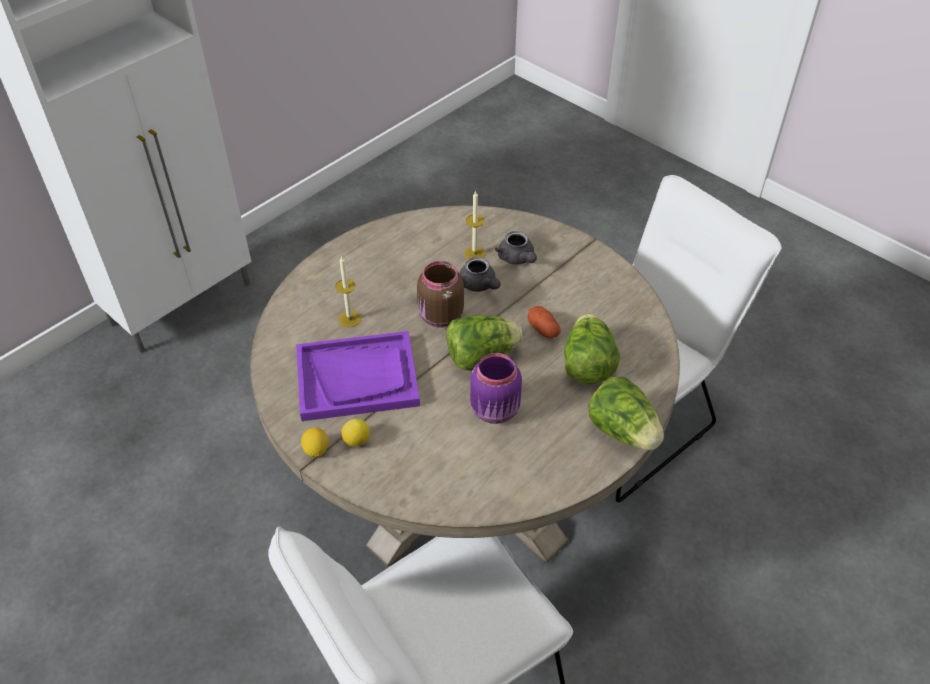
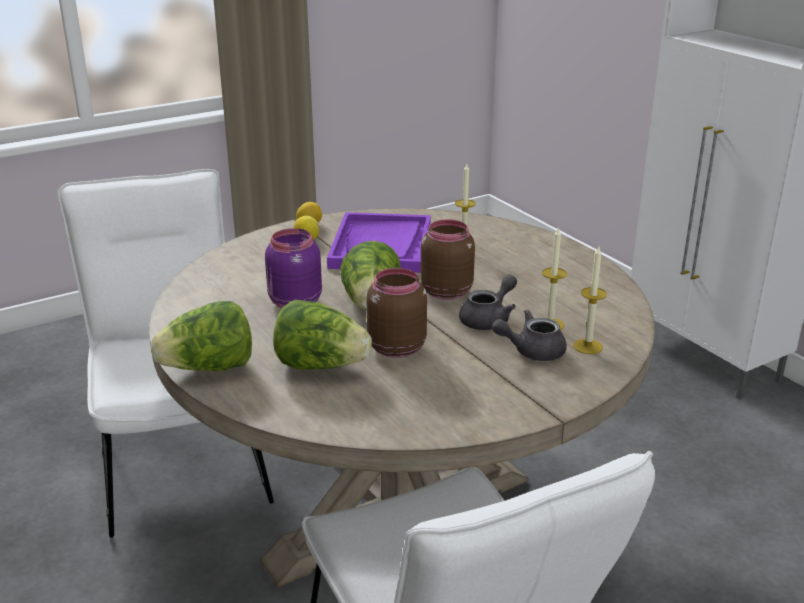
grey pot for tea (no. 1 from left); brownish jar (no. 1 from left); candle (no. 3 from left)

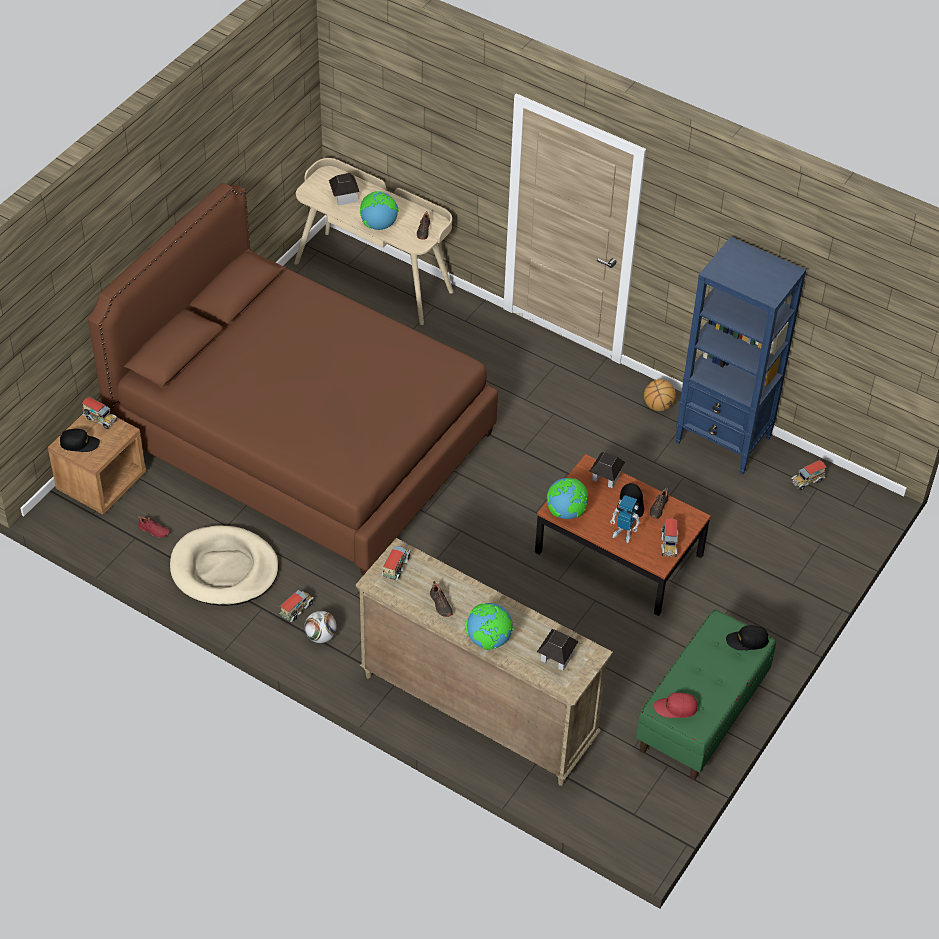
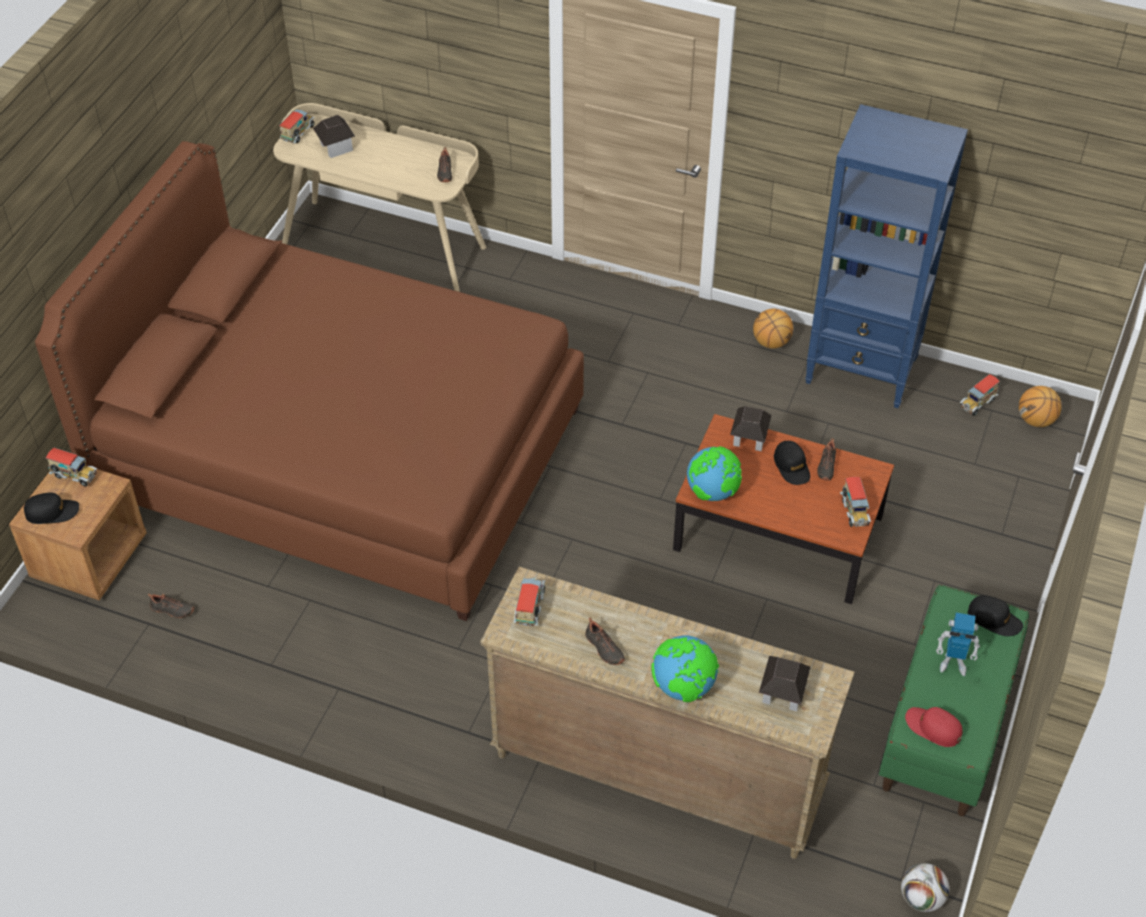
desk globe (no. 1 from left in the first image); robot figure; black low shoe (no. 1 from left); beige dog bed; toy lorry (no. 2 from left); football; black baseball cap (no. 3 from left); red baseball cap; ball for basketball (no. 2 from left)

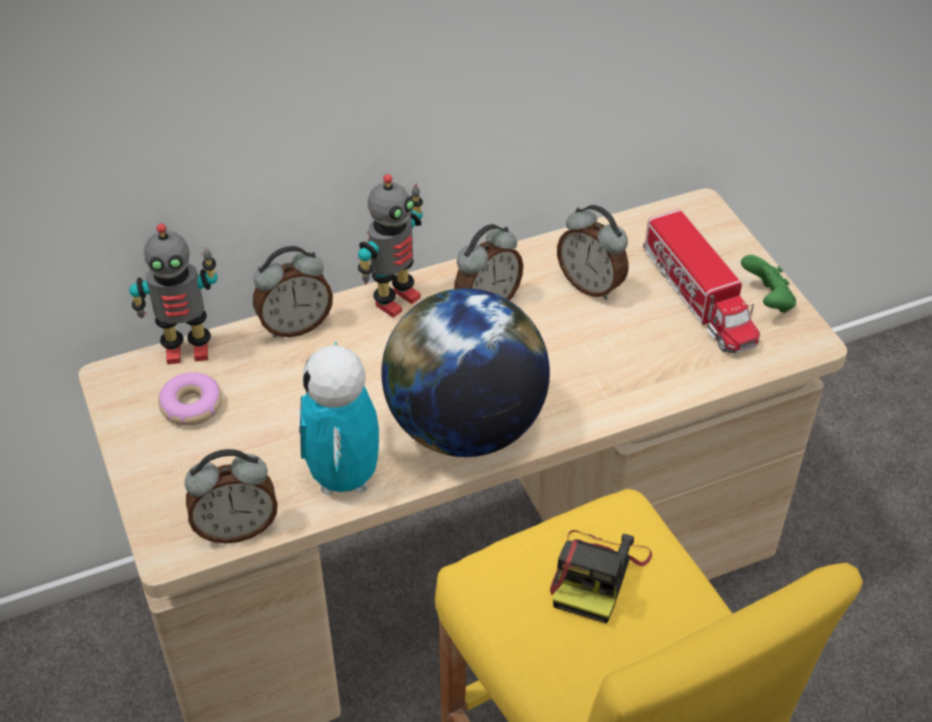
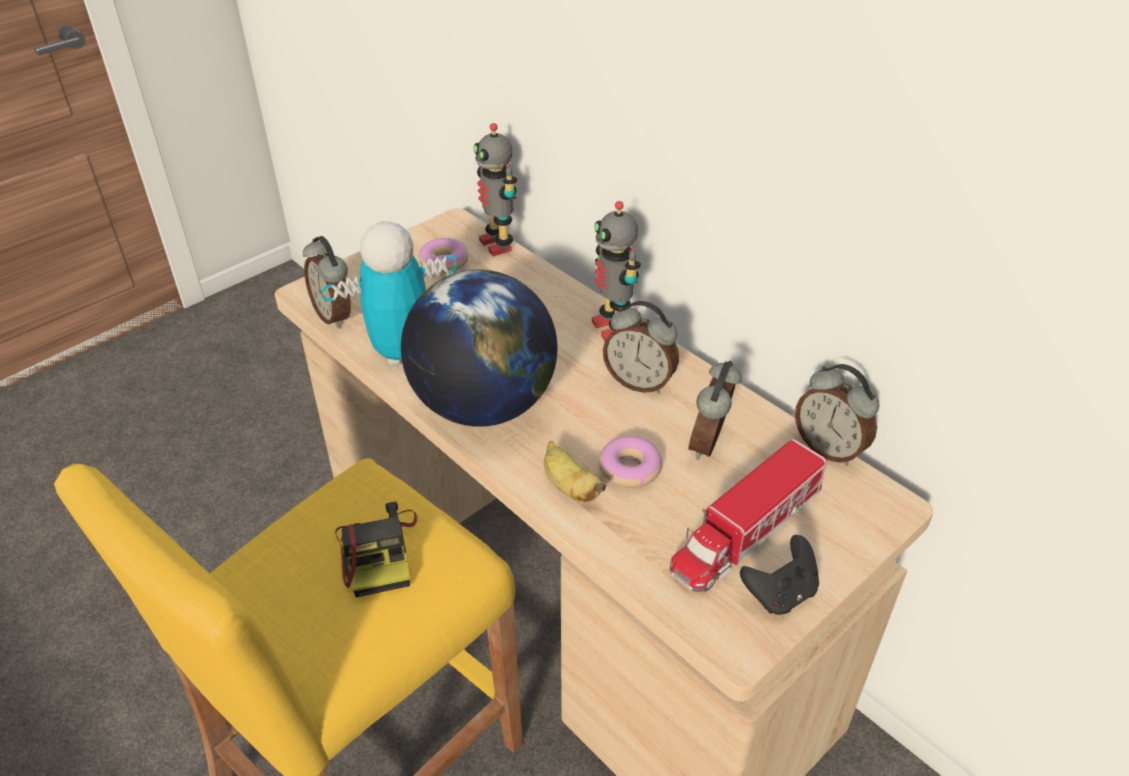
robot figure (no. 3 from left); alarm clock (no. 4 from left); black game controller; still camera; ring doughnut (no. 2 from left); banana

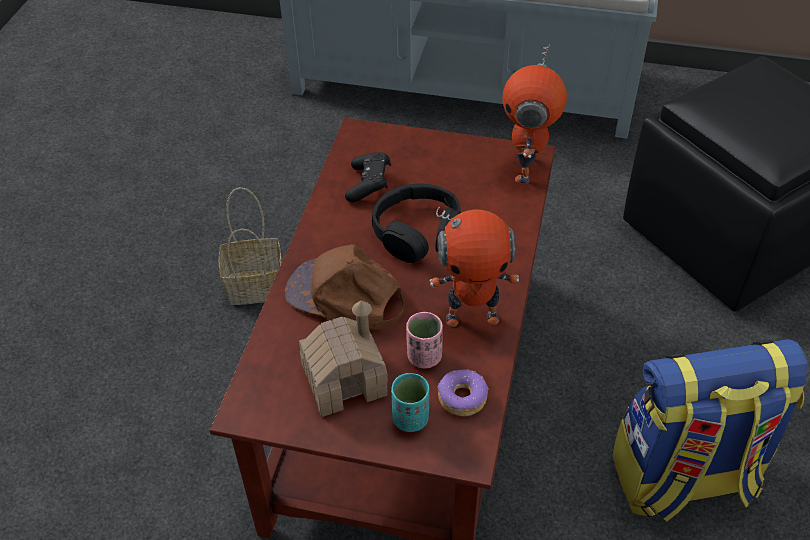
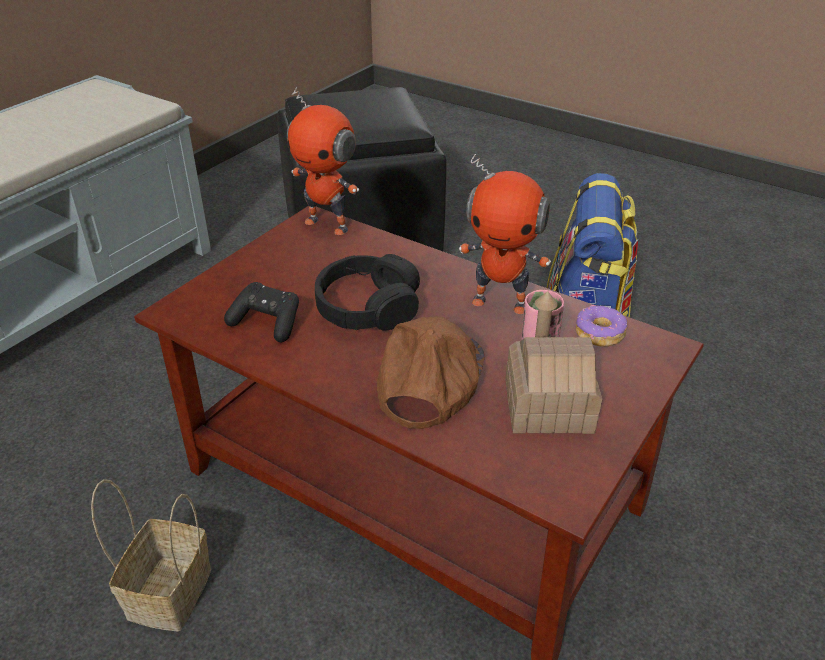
robot figure (no. 2 from left); brownish baseball cap; turquoise-coloured small cup

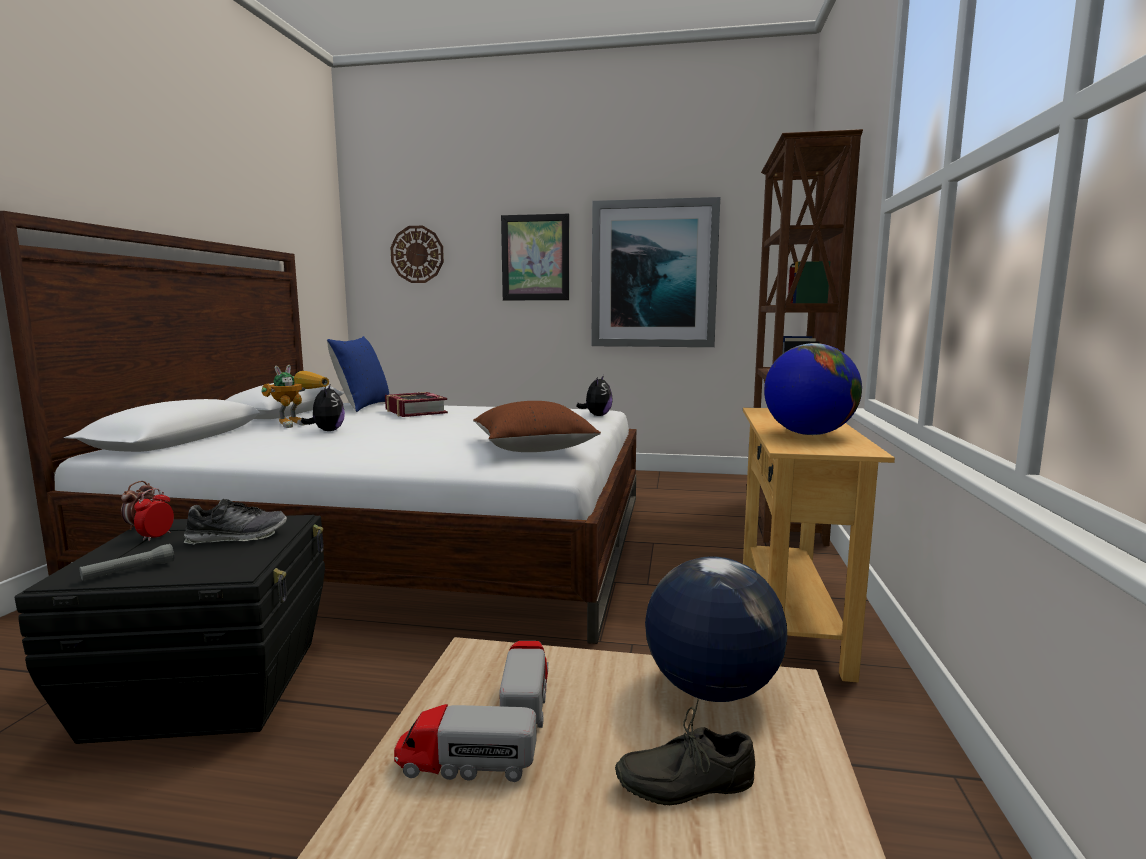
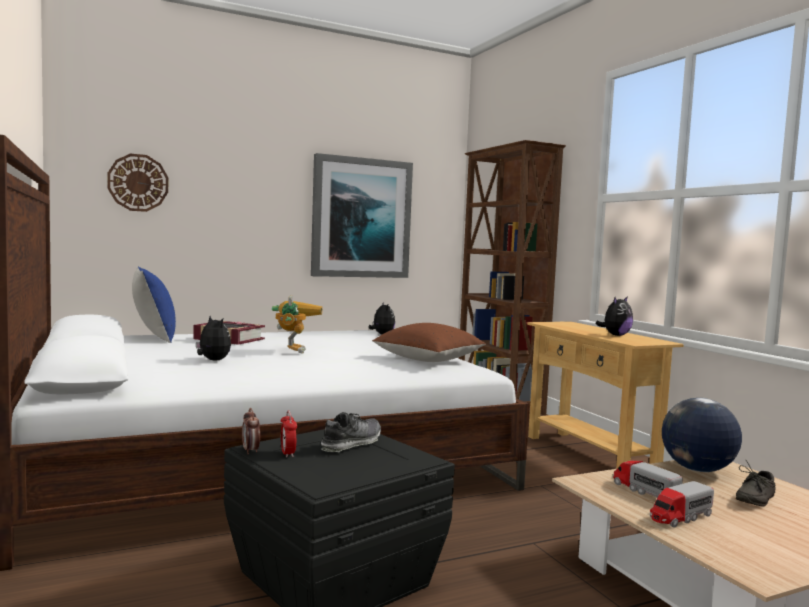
wall art (no. 1 from left in the first image); cuddly toy (no. 3 from left); robot figure; grey hand torch

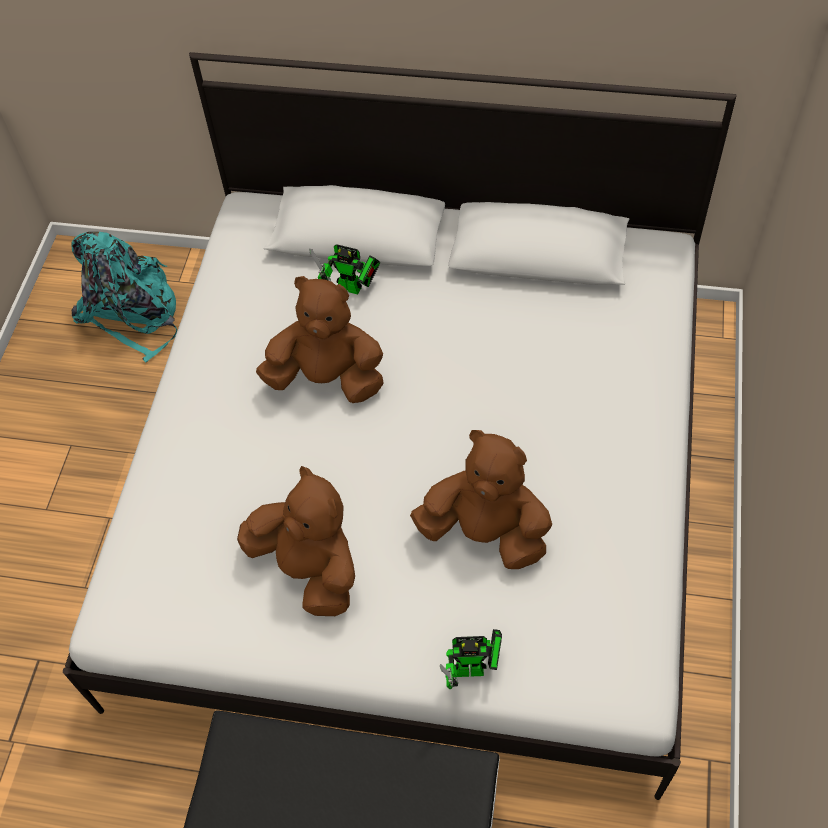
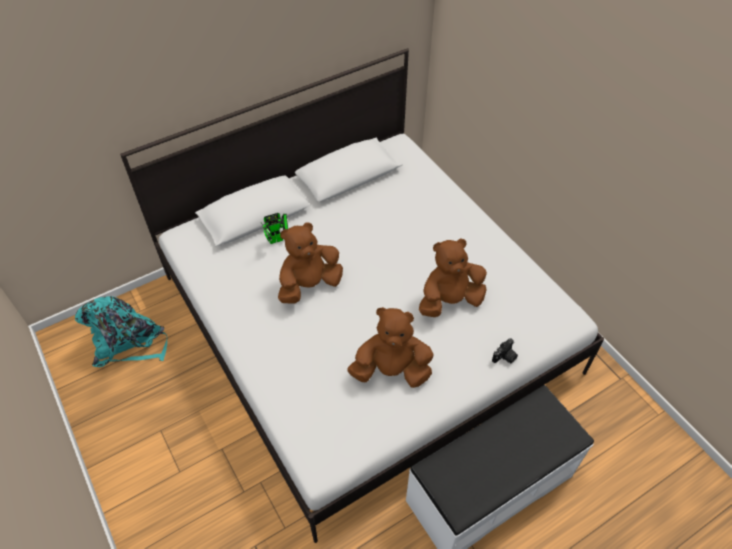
still camera

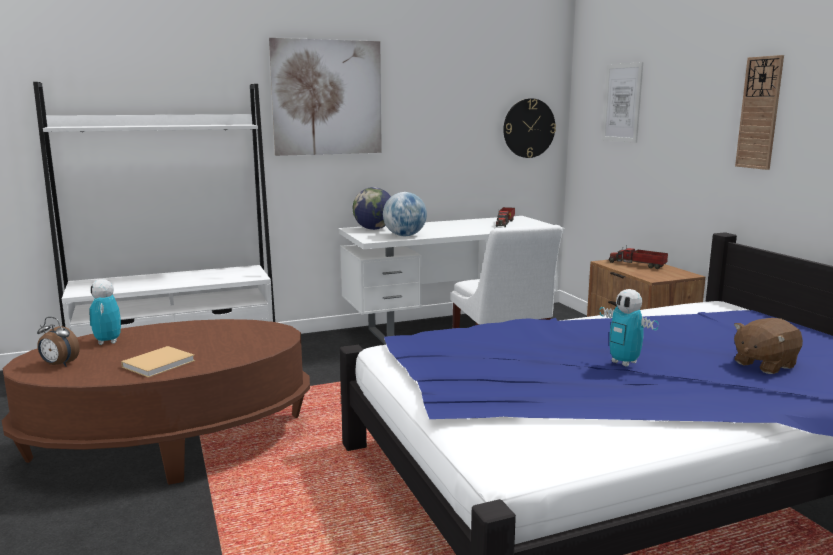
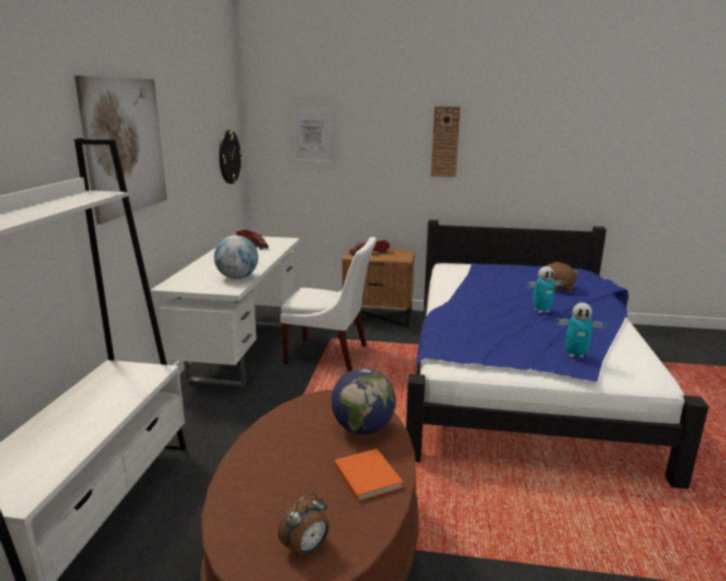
desk globe (no. 2 from left); robot figure (no. 2 from left); orange-coloured book

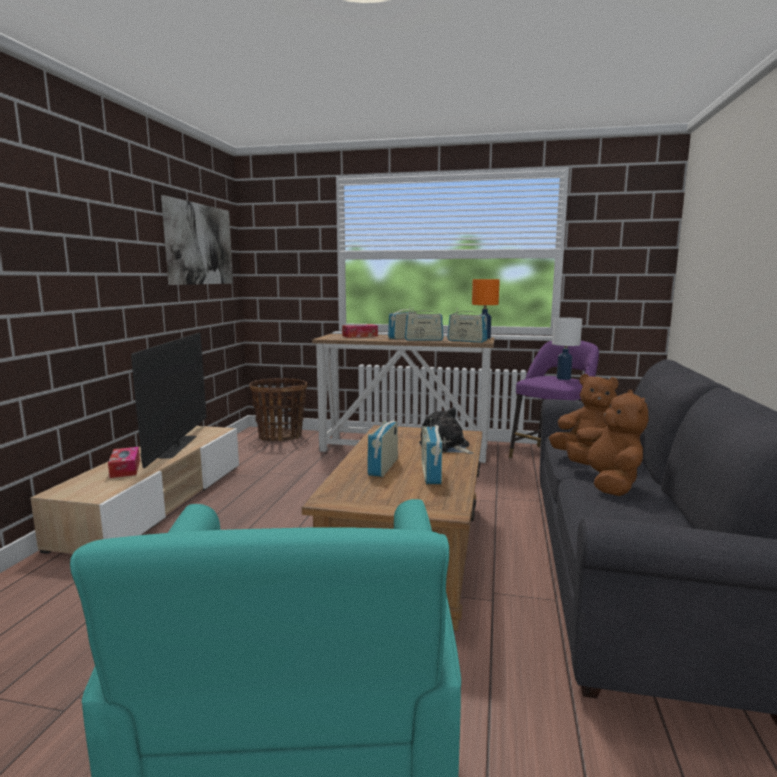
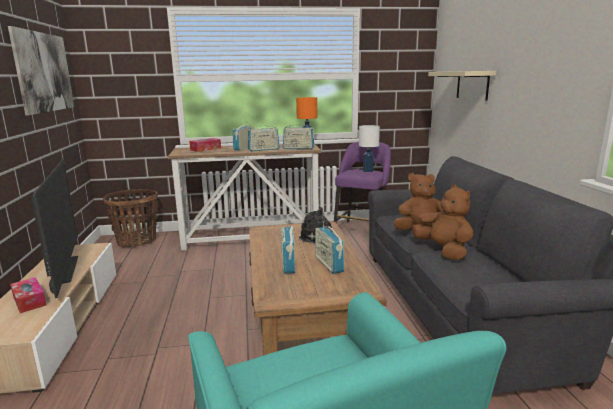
beige shelf

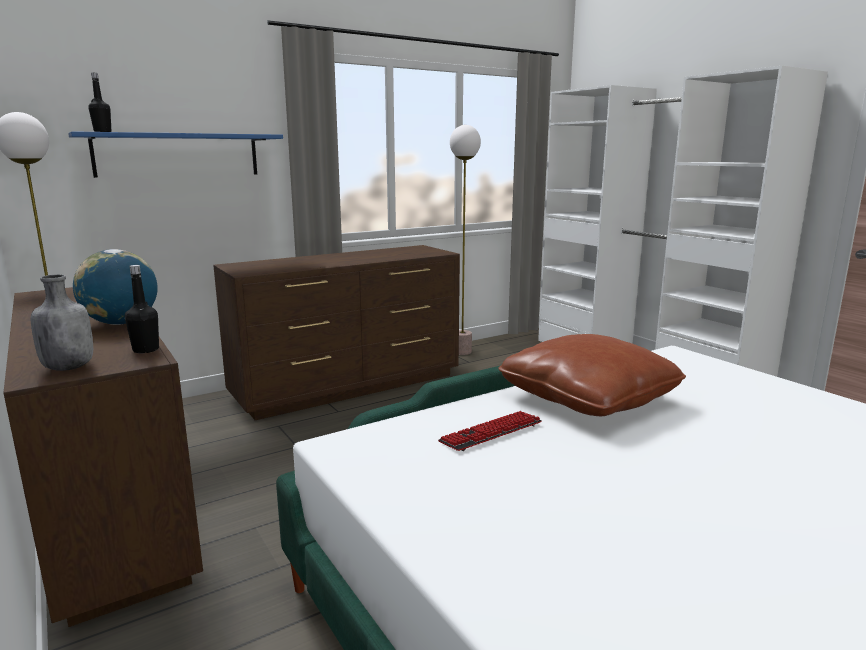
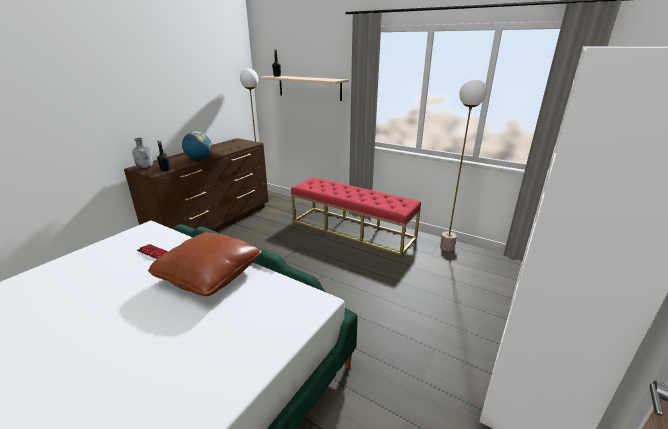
beige shelf; red long seat

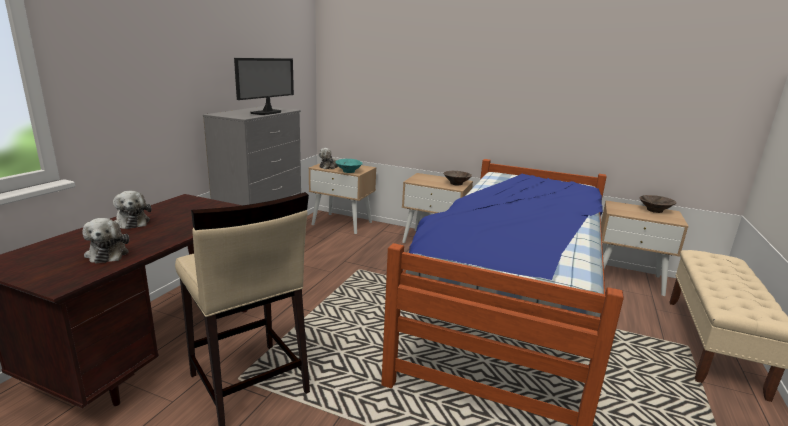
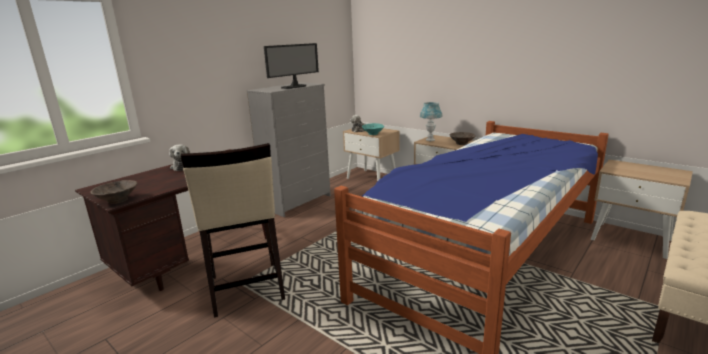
brownish deep dish (no. 1 from left); cuddly toy (no. 1 from left in the first image); bluish lamp for a table

